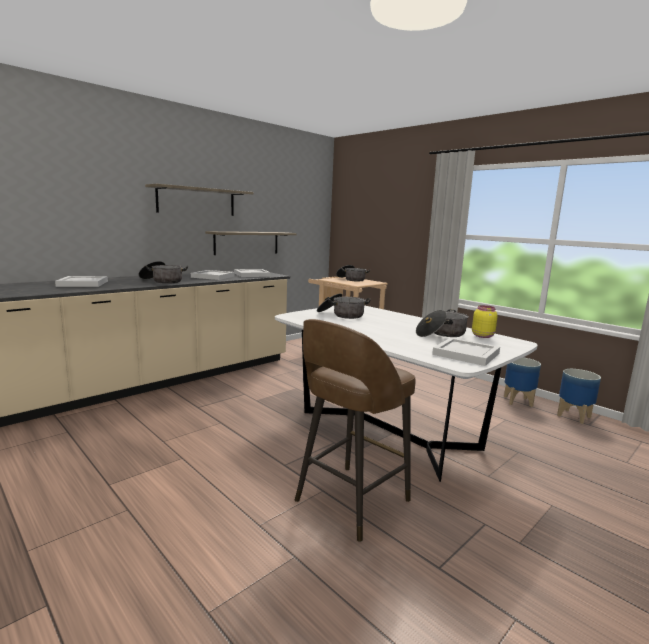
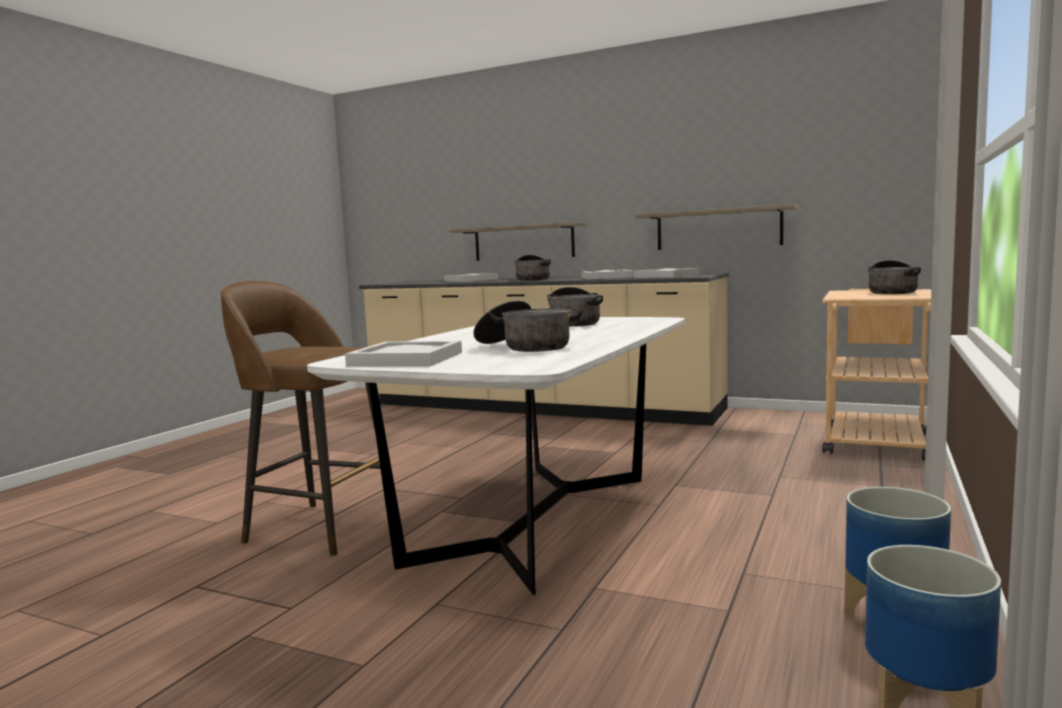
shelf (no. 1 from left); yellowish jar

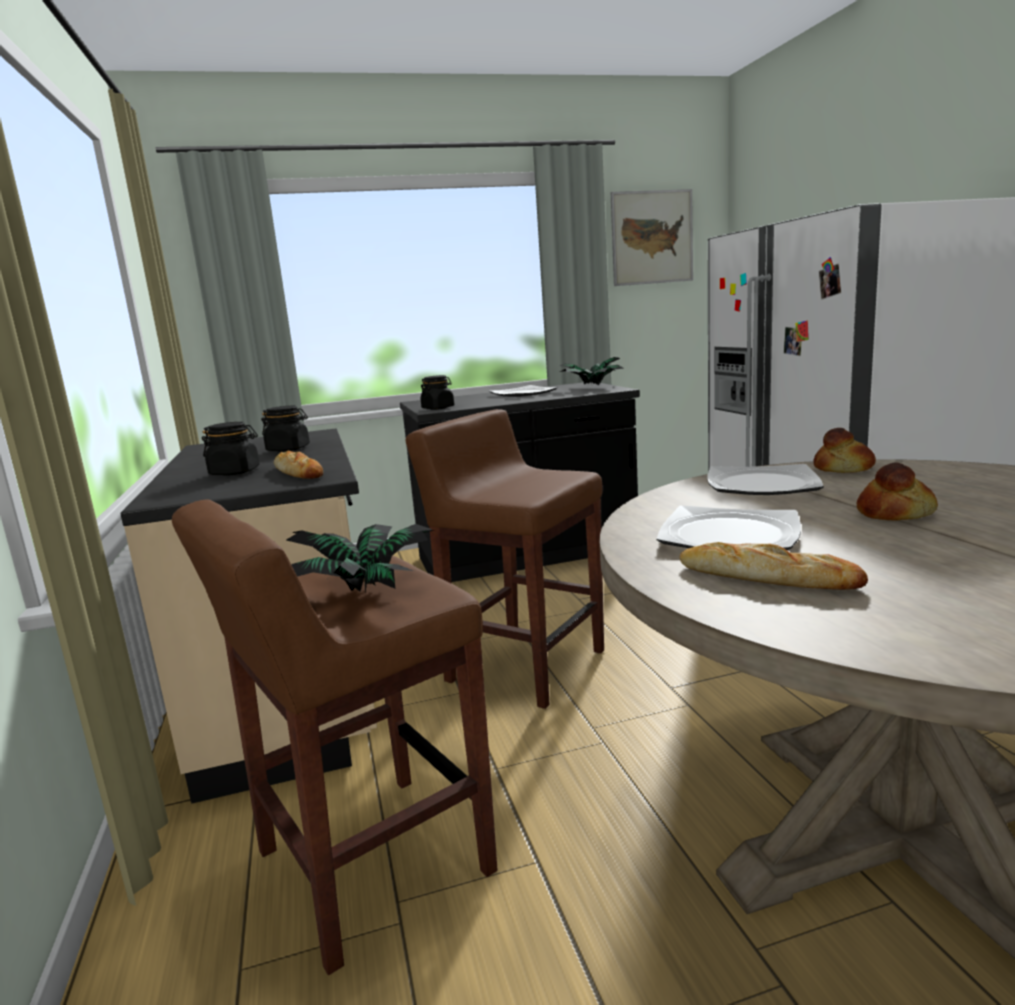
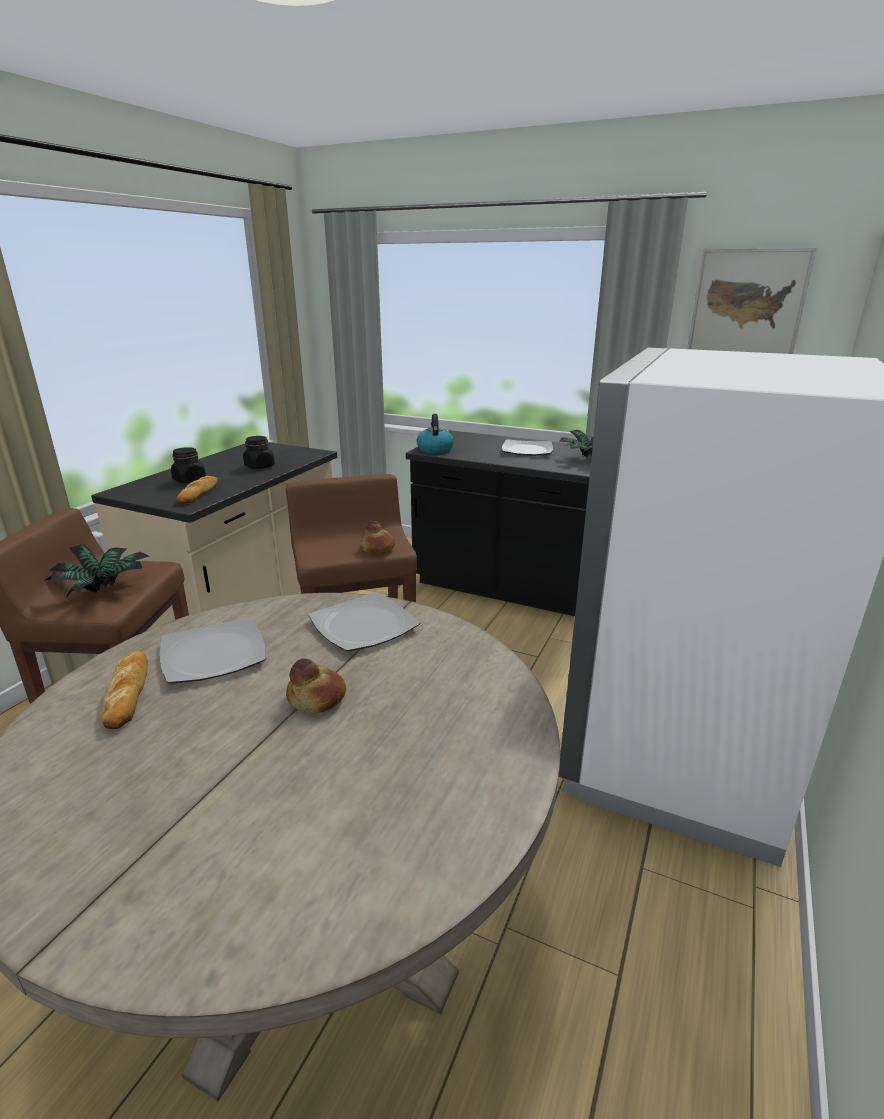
tea kettle; bread (no. 4 from left)

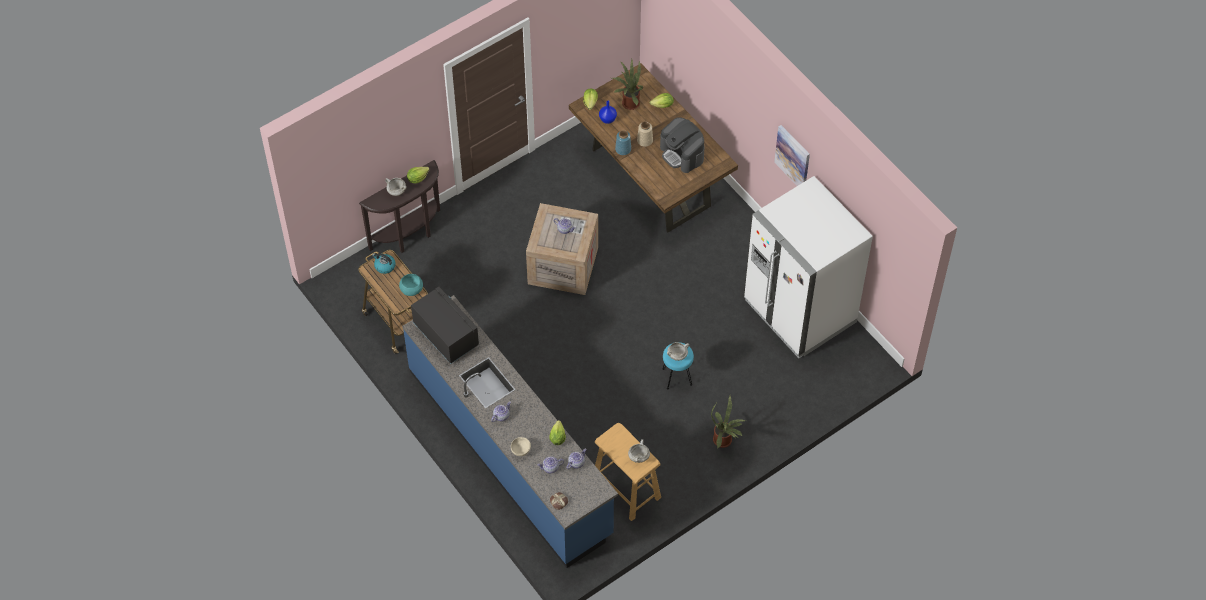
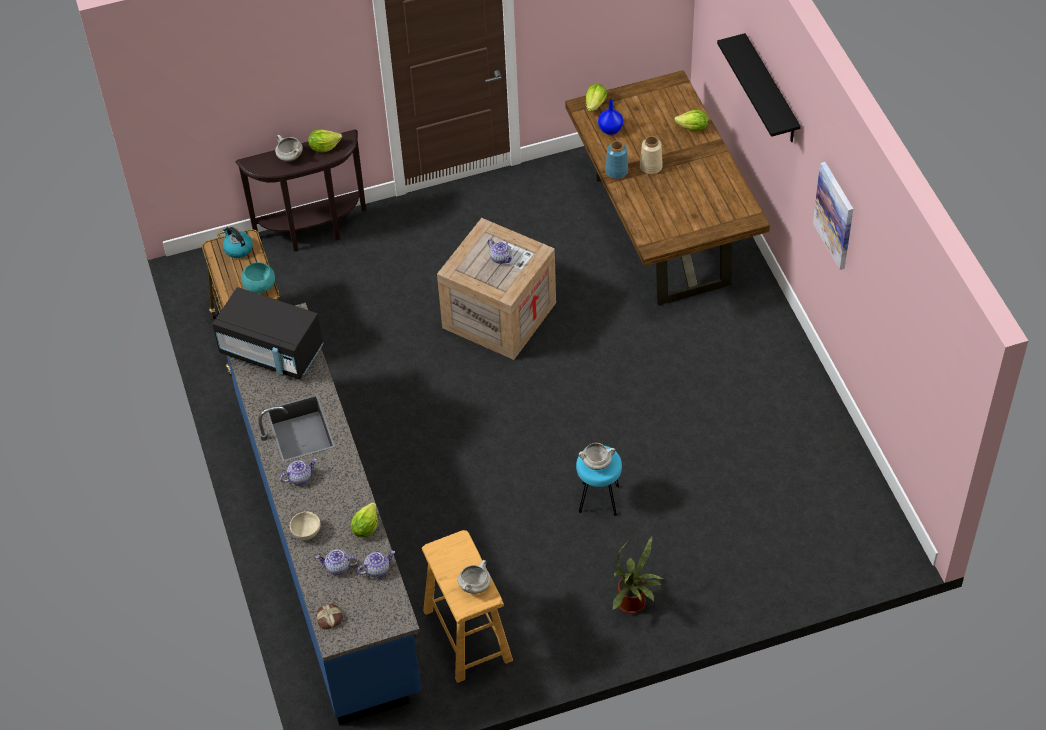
potted plant (no. 1 from left in the first image); coffee machine; white-coloured fridge; black microwave oven; black shelf

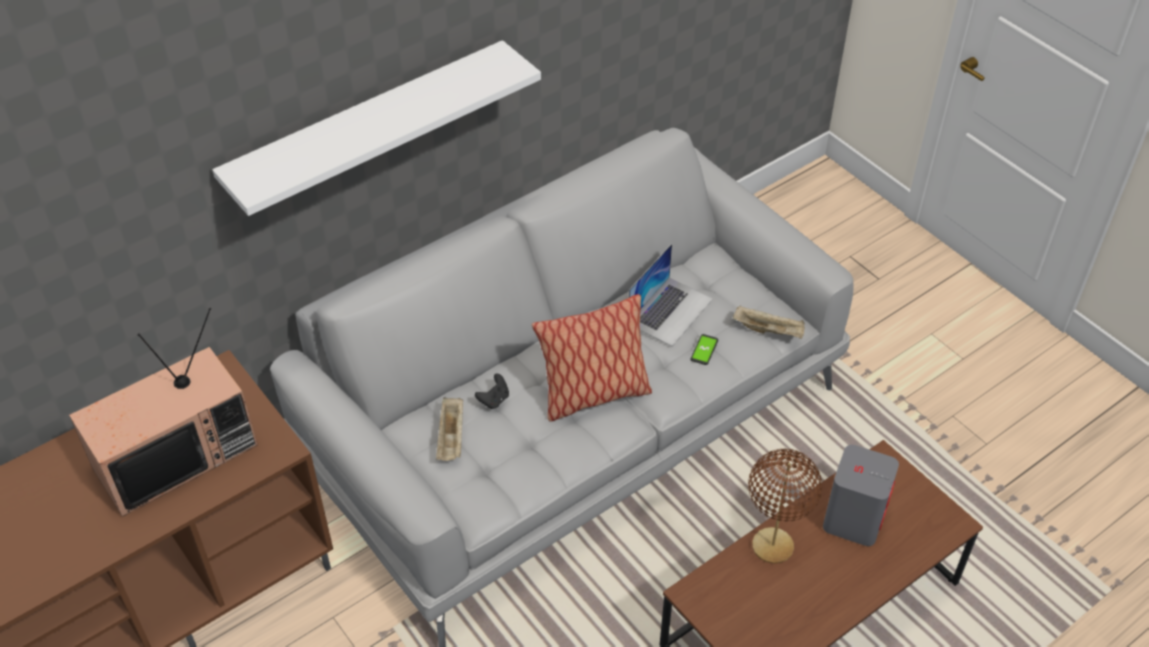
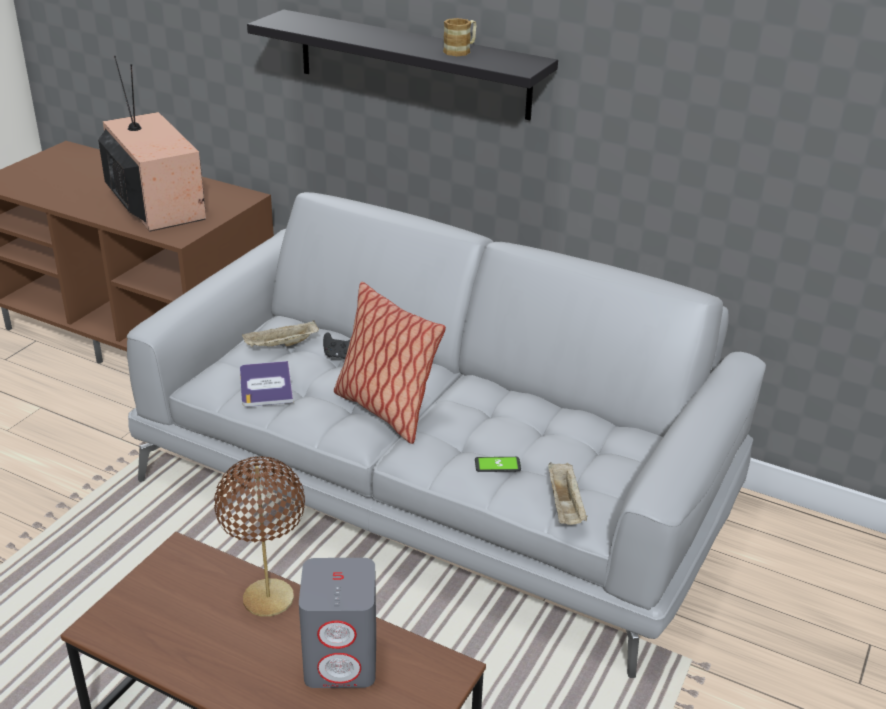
black shelf; portable computer; television; coffee mug; book

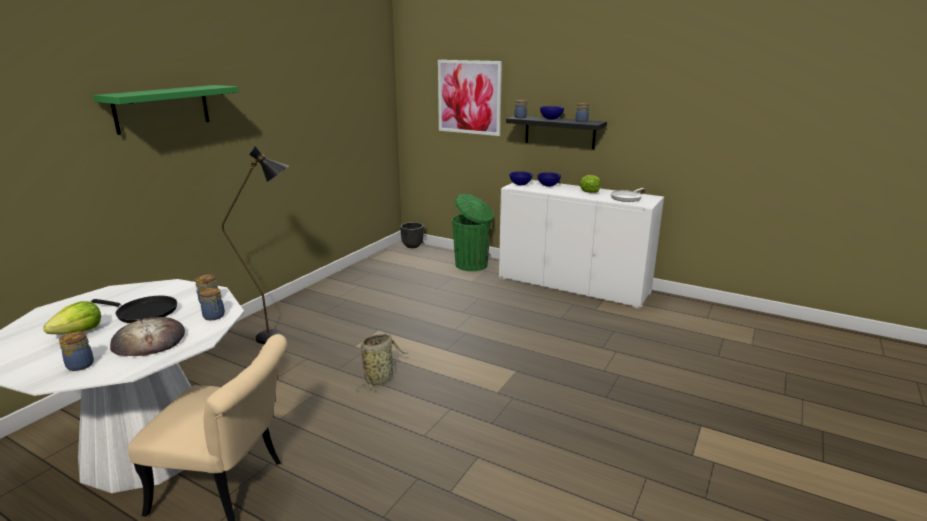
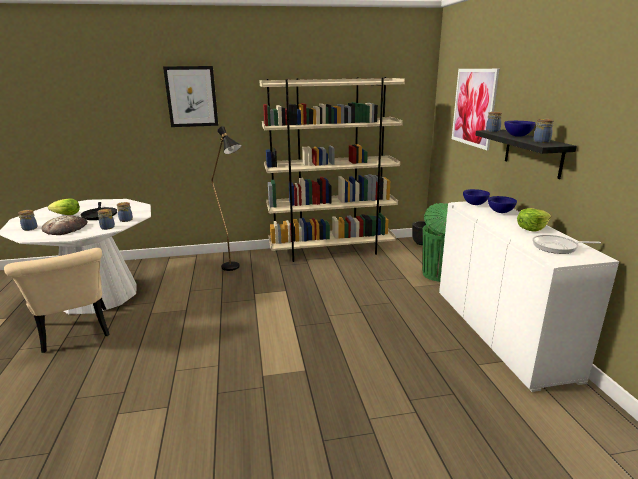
wall art (no. 1 from left); basket; beige bookshelf

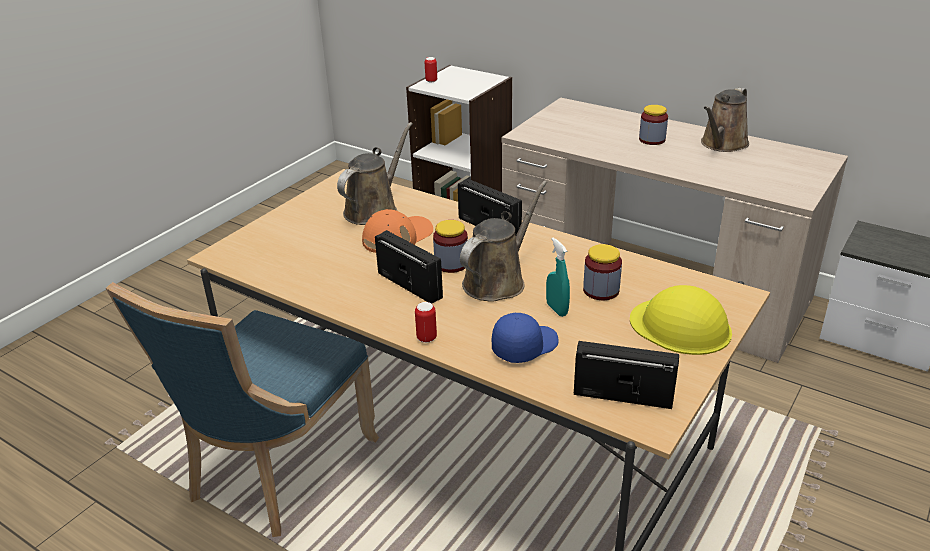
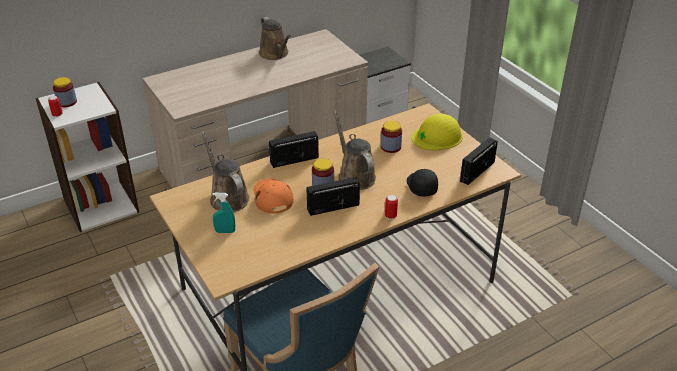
jar (no. 1 from left); turquoise-coloured hand sprayer; black baseball cap

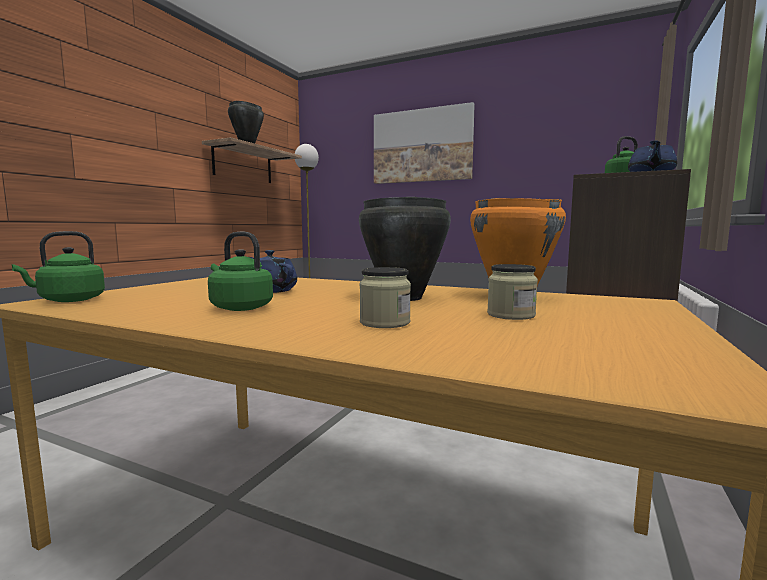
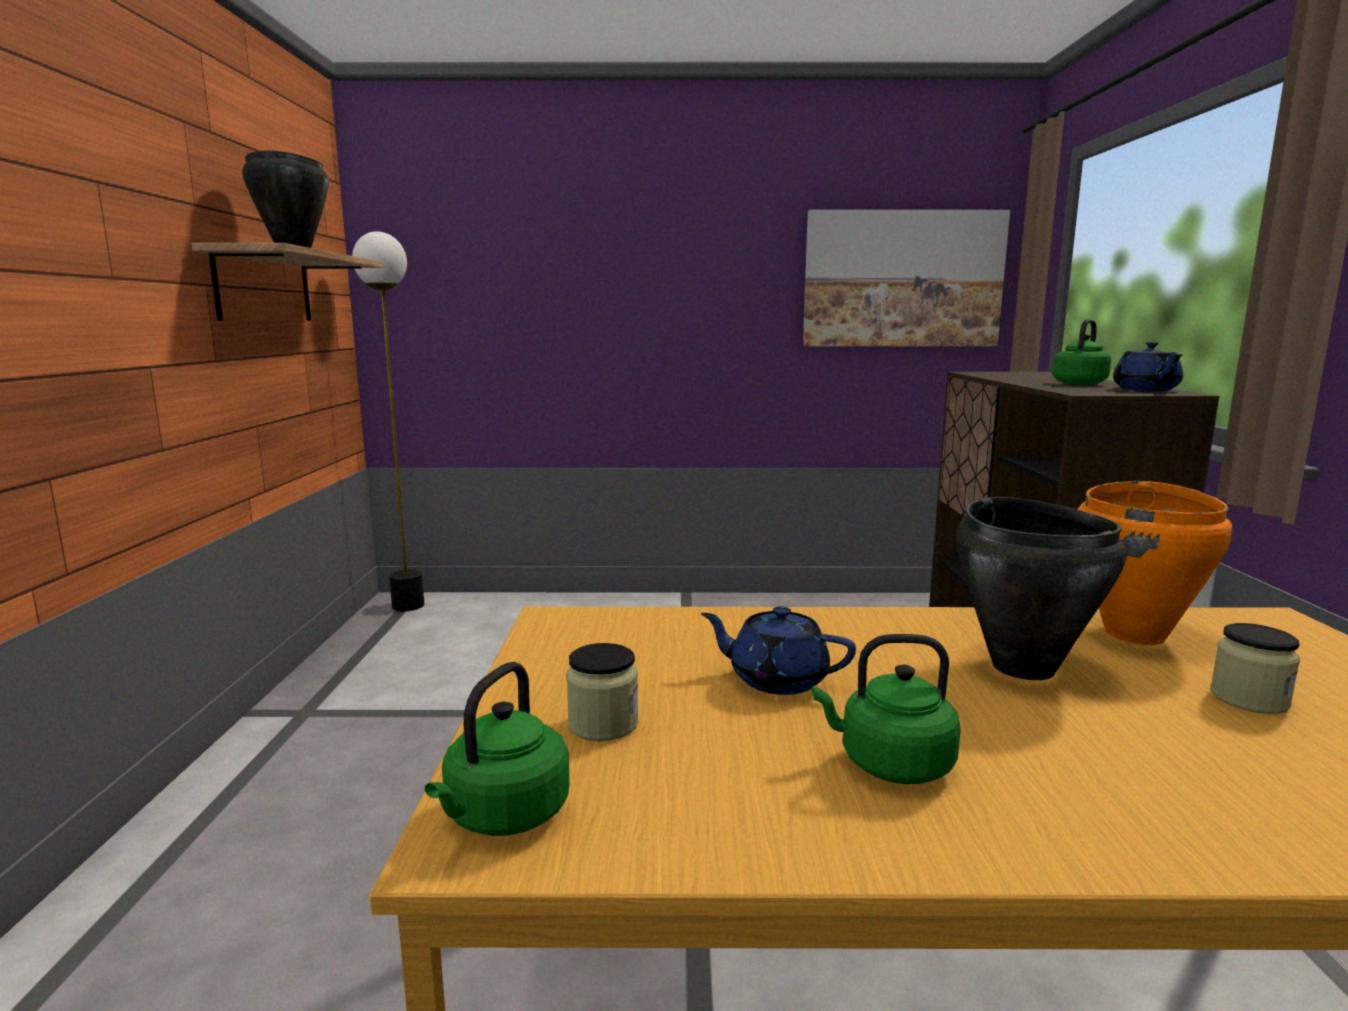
wall art; jar (no. 1 from left)

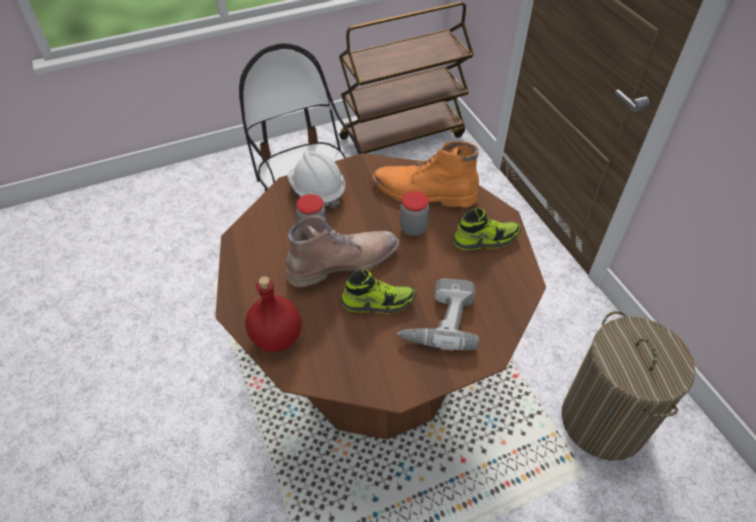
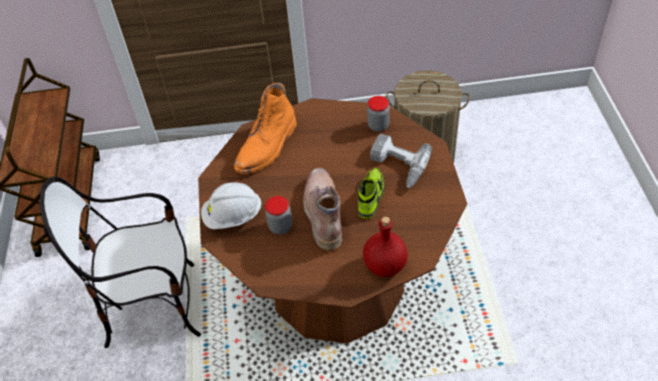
jar (no. 2 from left); low shoe (no. 2 from left in the first image)

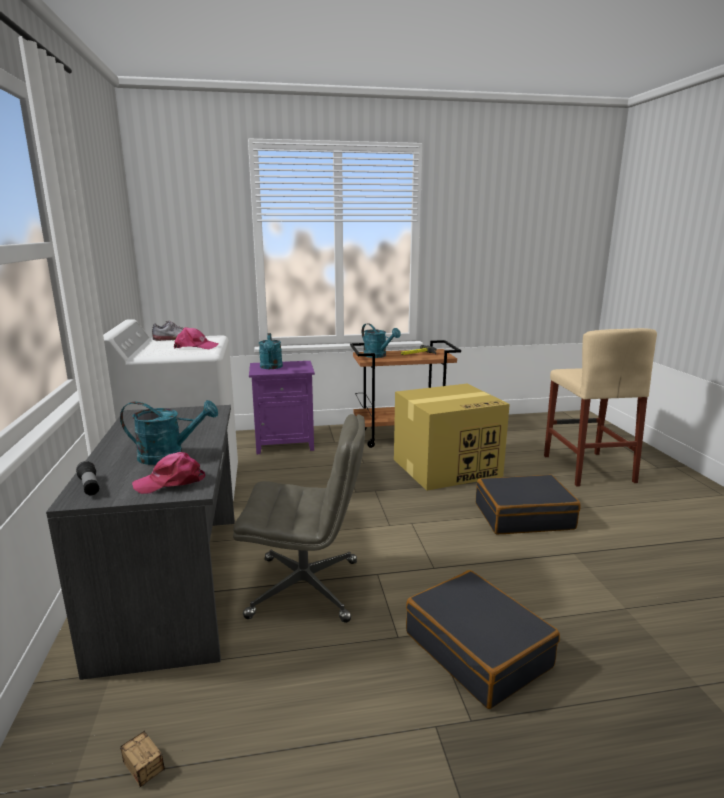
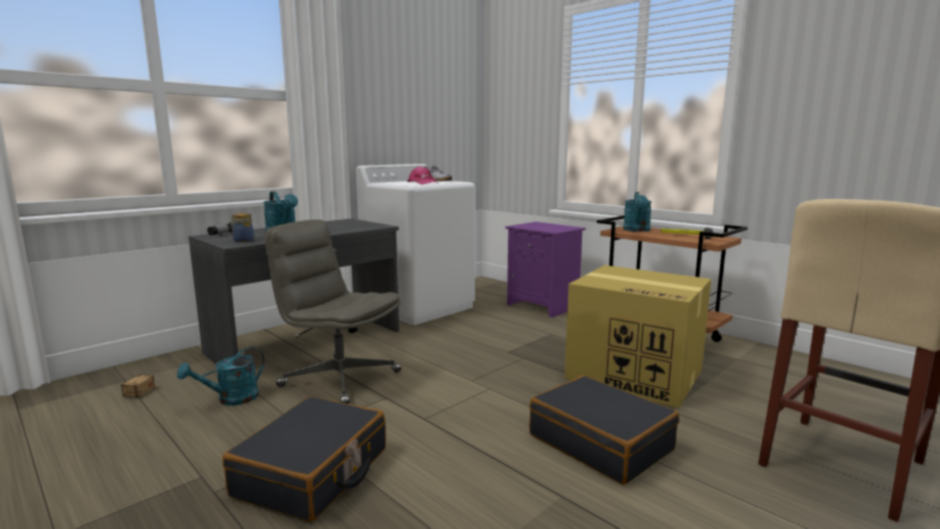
turquoise-coloured watering can (no. 1 from left); grey computer chair; jar

